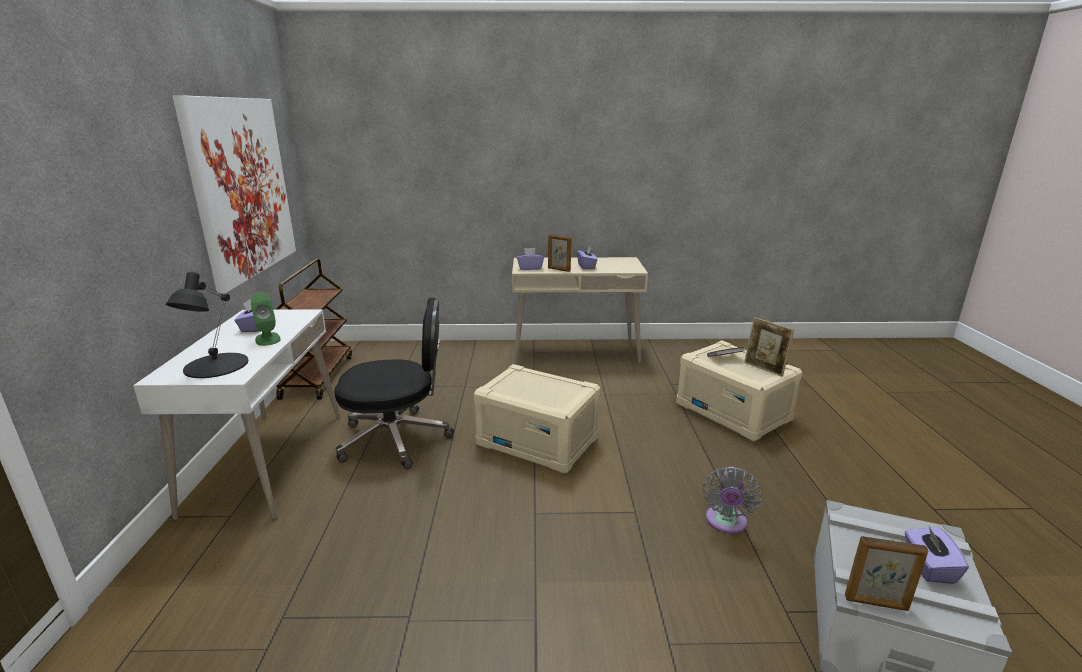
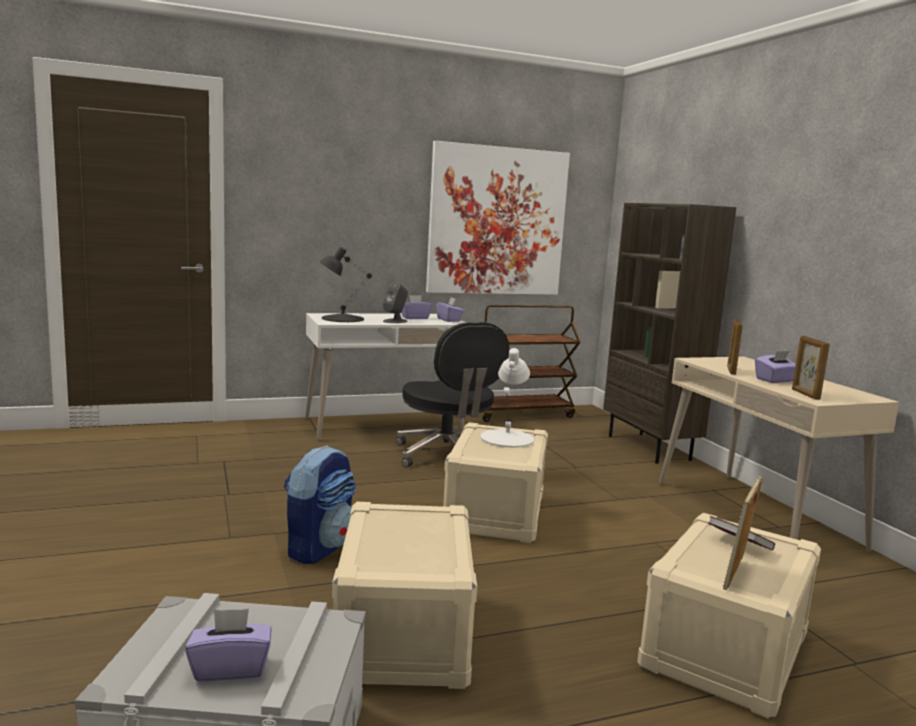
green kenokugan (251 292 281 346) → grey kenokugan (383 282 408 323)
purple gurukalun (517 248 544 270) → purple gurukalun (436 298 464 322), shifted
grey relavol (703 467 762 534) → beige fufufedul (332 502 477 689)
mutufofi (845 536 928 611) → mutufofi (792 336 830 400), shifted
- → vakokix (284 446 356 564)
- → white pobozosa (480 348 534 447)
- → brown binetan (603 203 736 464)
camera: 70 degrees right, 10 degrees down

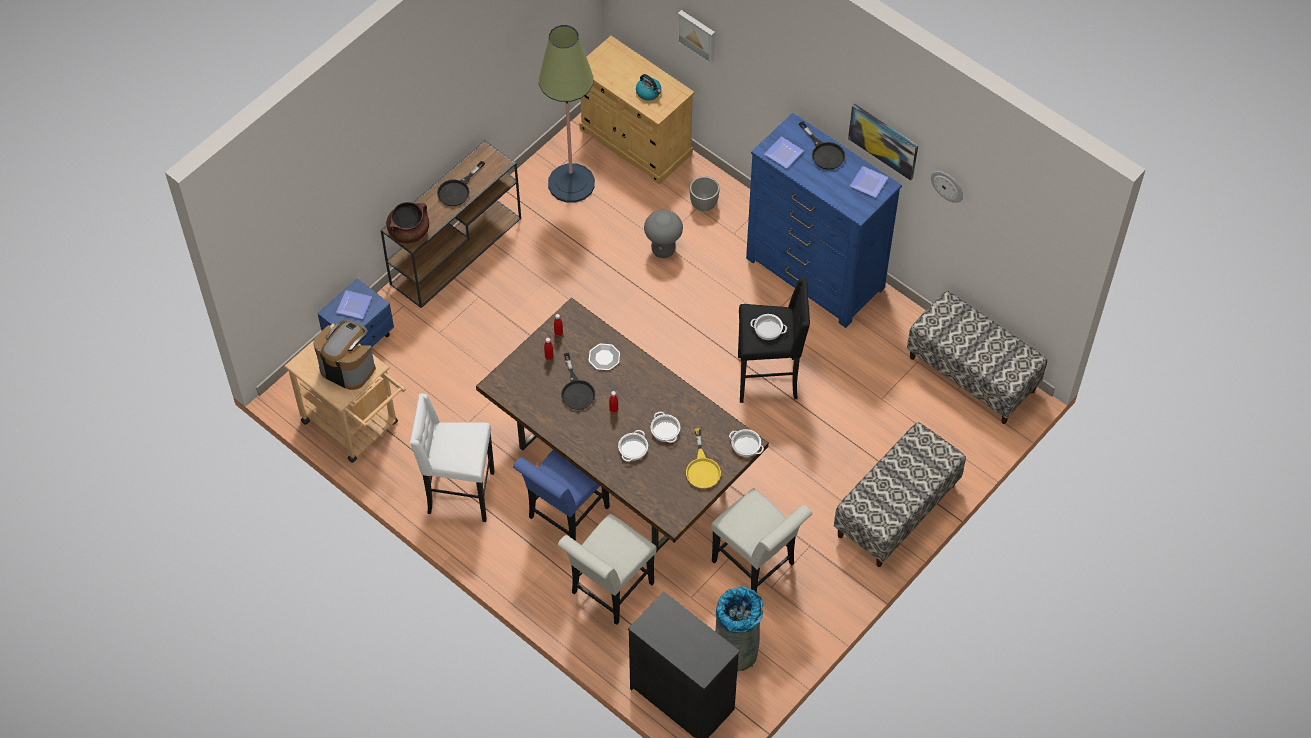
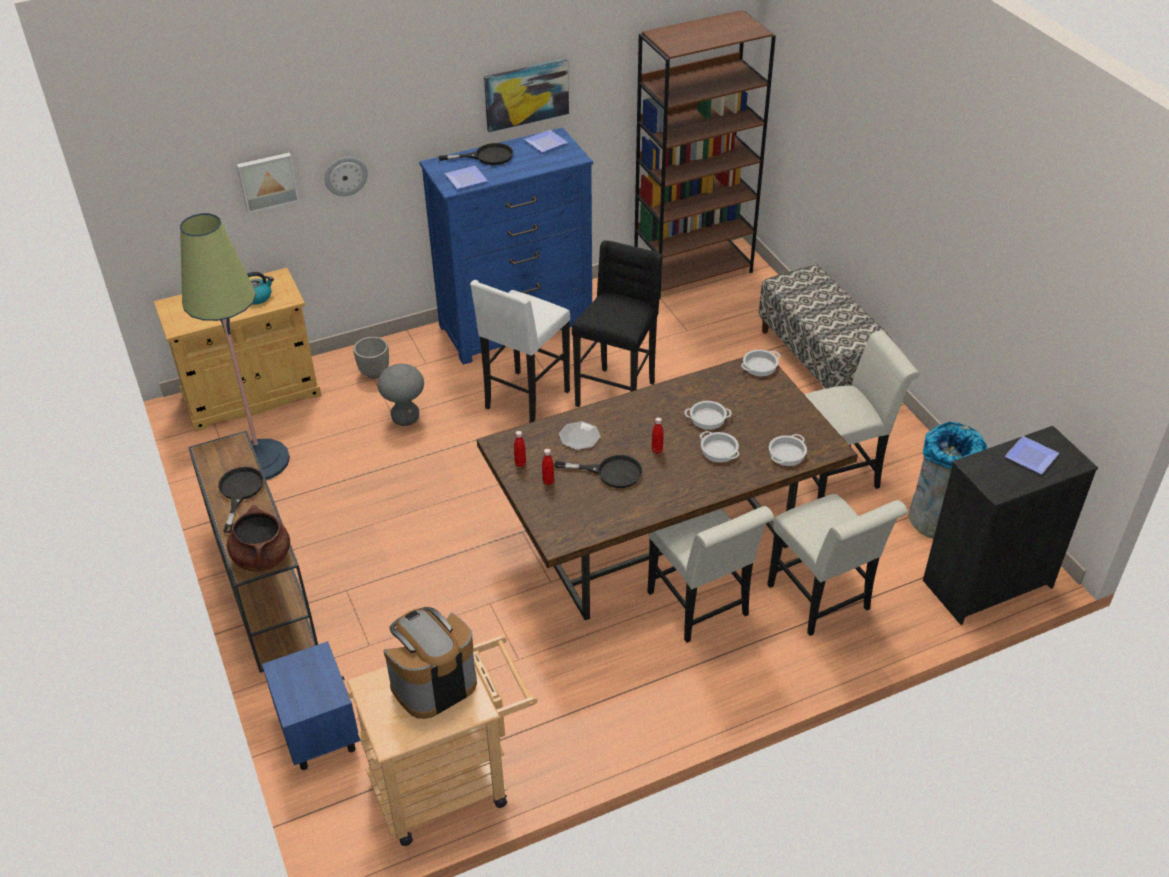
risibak (336 290 372 319) → risibak (1005 436 1060 474), shifted
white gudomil (410 393 495 522) → white gudomil (470 280 570 423), shifted
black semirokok (437 161 485 206) → black semirokok (218 467 264 533), 150 degrees counterclockwise
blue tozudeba (513 450 610 541) → white tozudeba (647 506 774 643)
yellow semirokok (686 428 721 489) → -
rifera (751 314 787 340) → rifera (769 434 807 466), shifted
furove (907 291 1047 424) → brown binetan (634 10 776 299)
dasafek (931 171 963 203) → dasafek (325 157 368 196), shifted
camera: 65 degrees left, 15 degrees down

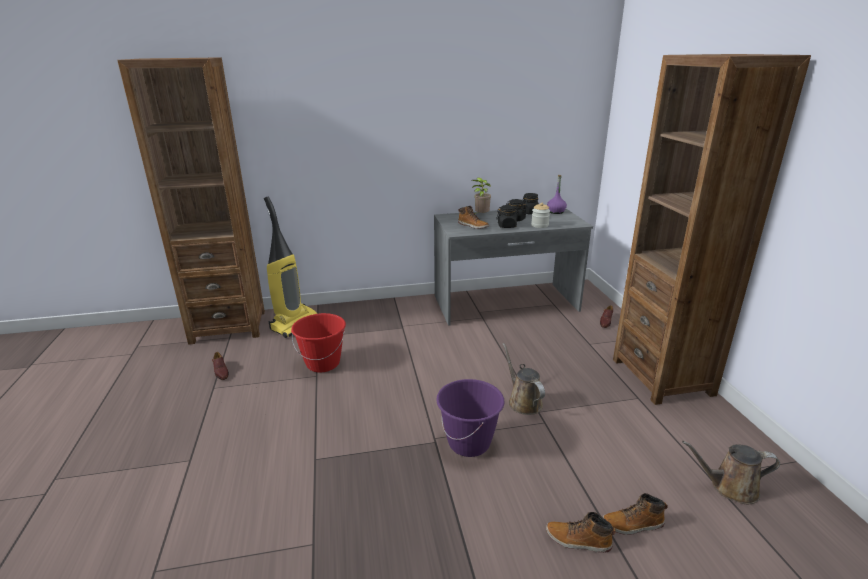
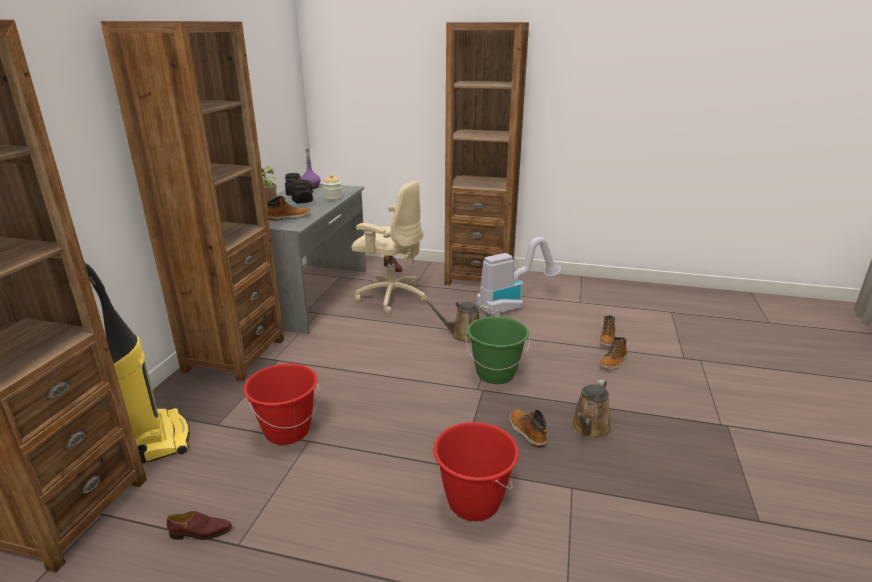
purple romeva (436 379 505 457) → green romeva (466 316 530 384)
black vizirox (496 205 519 228) → -
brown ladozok (682 441 780 504) → brown ladozok (571 379 612 439), shifted
- → brown binetan (101 21 284 382)
- → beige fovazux (352 180 427 314)
- → red romeva (434 422 519 521)
- → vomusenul (477 237 561 316)
- → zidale (510 409 547 448)
camera: 65 degrees left, 0 degrees up

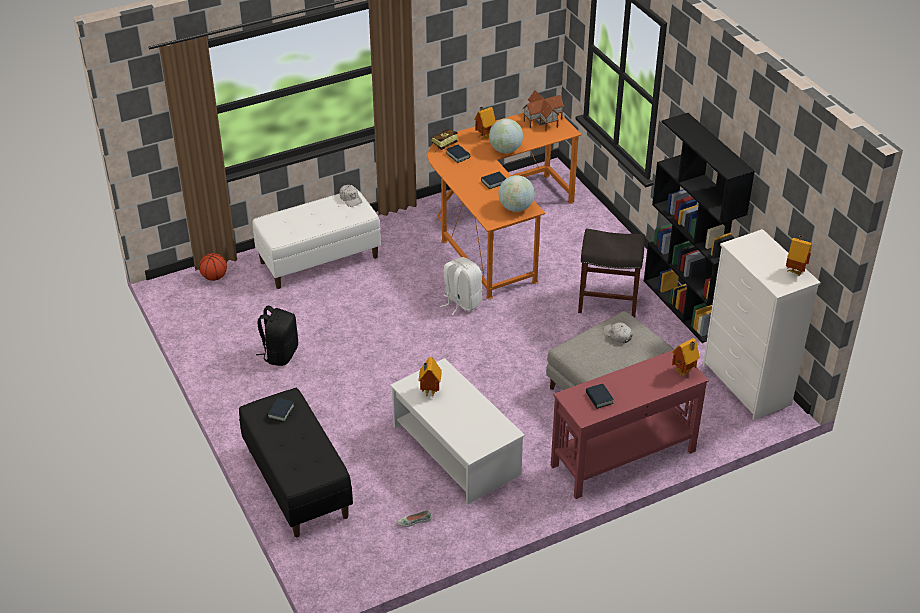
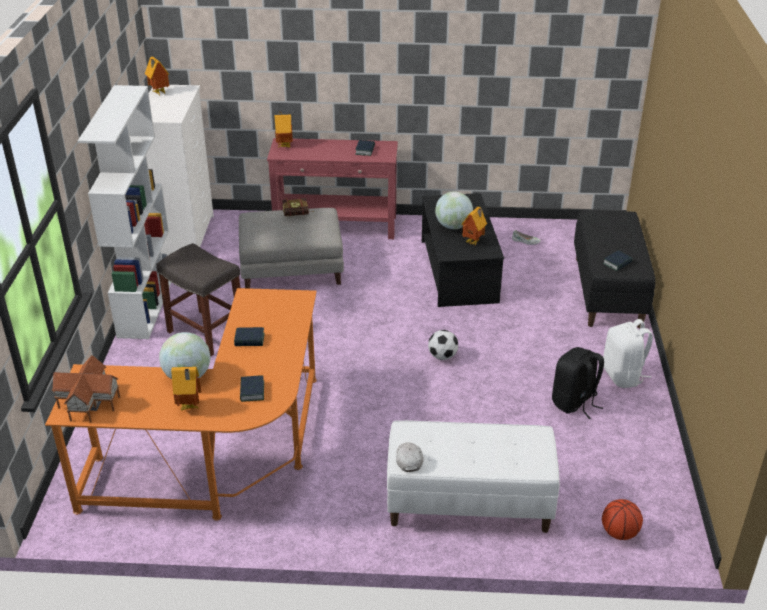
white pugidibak (390 358 525 504) → black pugidibak (422 193 504 307)
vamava (431 129 458 153) → vamava (282 197 314 216), shifted
white vakokix (440 257 482 315) → white vakokix (603 319 653 388), shifted
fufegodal (498 175 535 212) → fufegodal (435 191 473 229), shifted
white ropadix (603 322 632 343) → -
black binetan (644 113 755 343) → white binetan (78 85 171 339)
- → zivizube (428 330 458 360)
camera: 150 degrees left, 5 degrees down

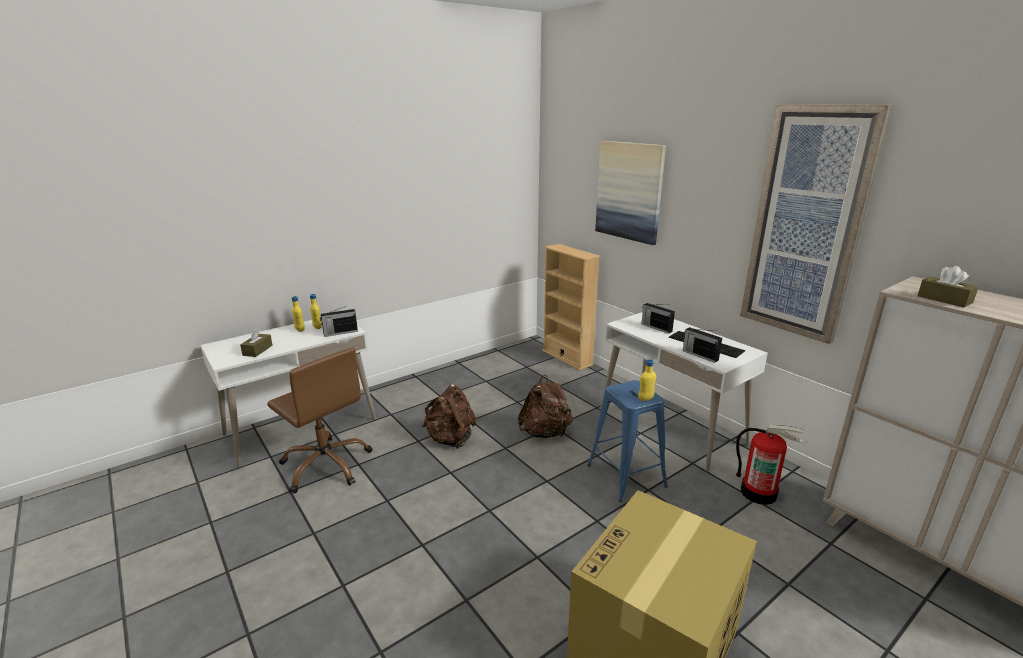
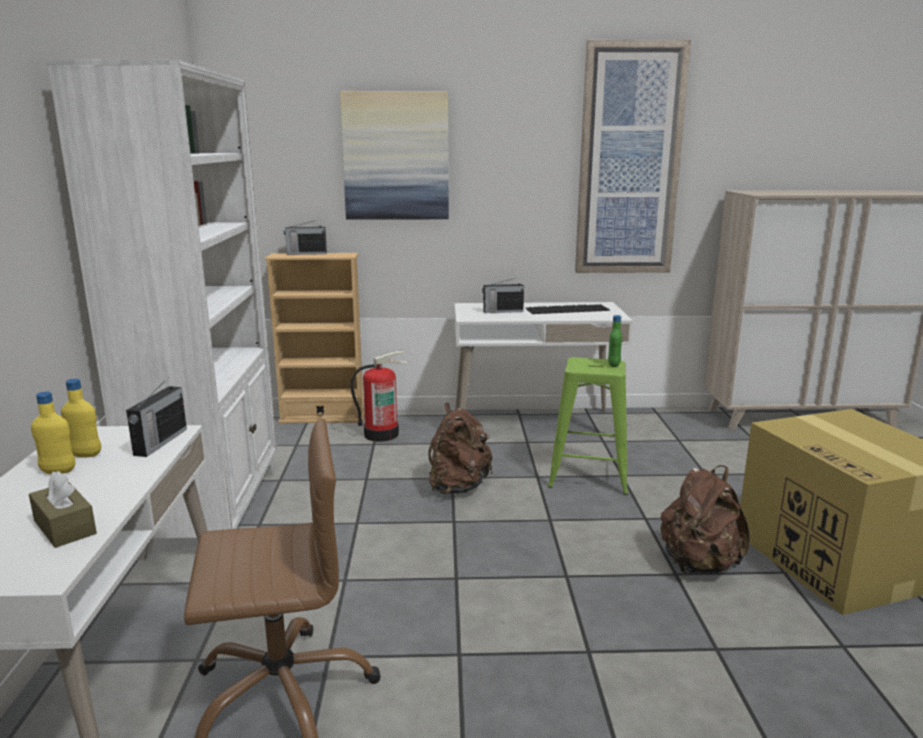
brown vakokix (422 384 477 449) → brown vakokix (660 465 750 575), shifted
blue gudomil (587 380 668 502) → green gudomil (548 357 628 495)
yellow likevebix (638 360 656 401) → green likevebix (608 315 622 367)
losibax (683 327 722 363) → losibax (284 220 327 255), shifted
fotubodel (736 425 806 505) → fotubodel (350 351 409 442), shifted
brown gurukalun (918 266 979 307) → -
- → white binetan (46 59 277 560)
camera: 55 degrees left, 5 degrees down

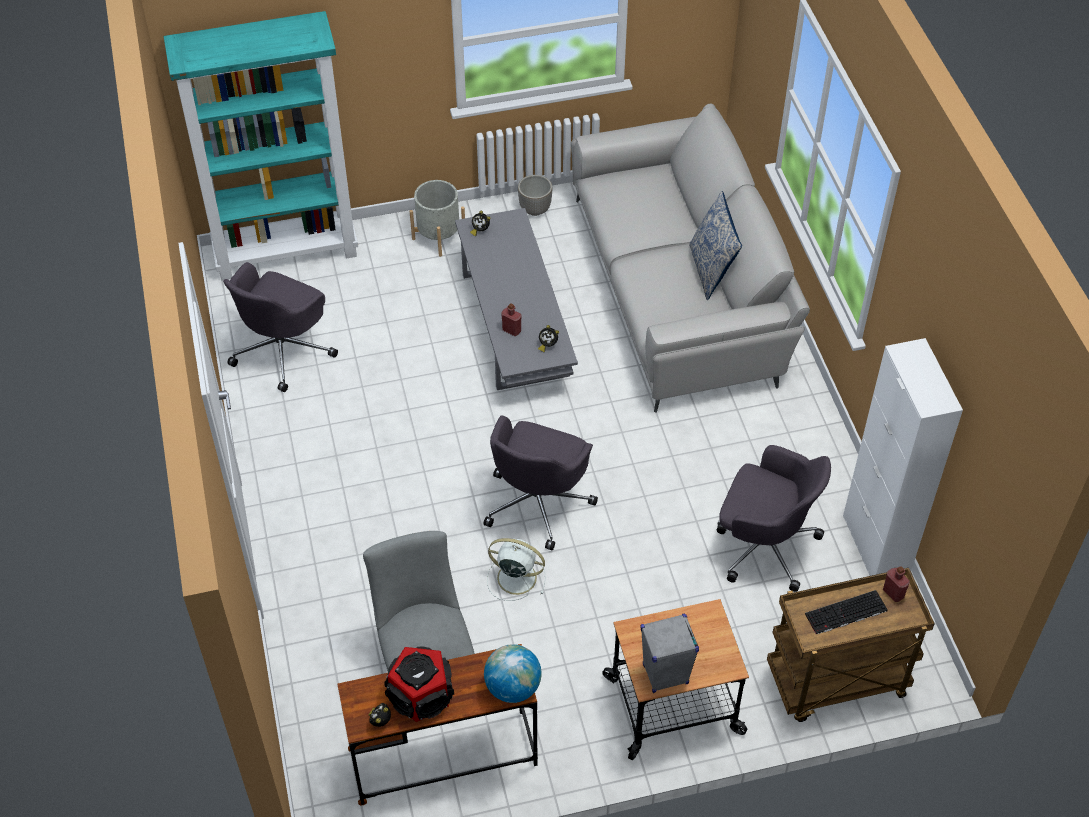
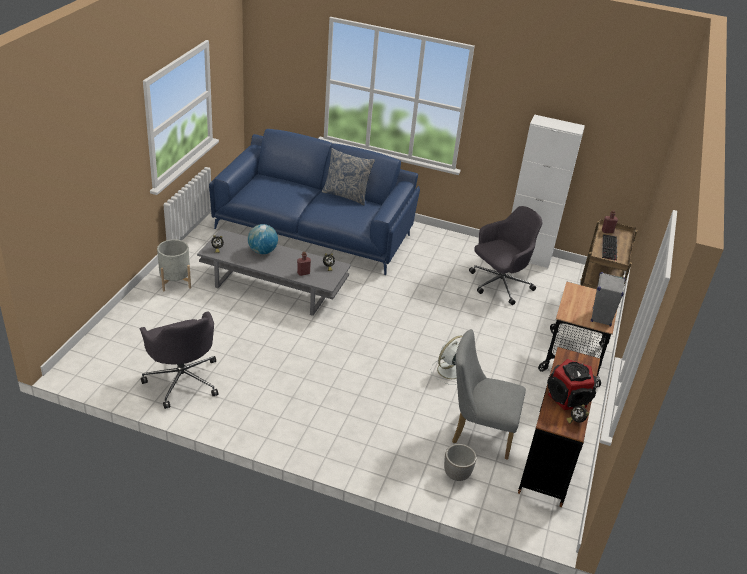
turquoise binetan (164 11 358 280) → -
grey fovazux (484 415 598 550) → -
fufegodal (484 644 542 703) → fufegodal (248 224 278 254), shifted
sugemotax (518 175 553 216) → sugemotax (444 444 477 481), shifted
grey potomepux (571 104 810 413) → blue potomepux (209 129 420 275)
camera: 60 degrees left, 15 degrees down

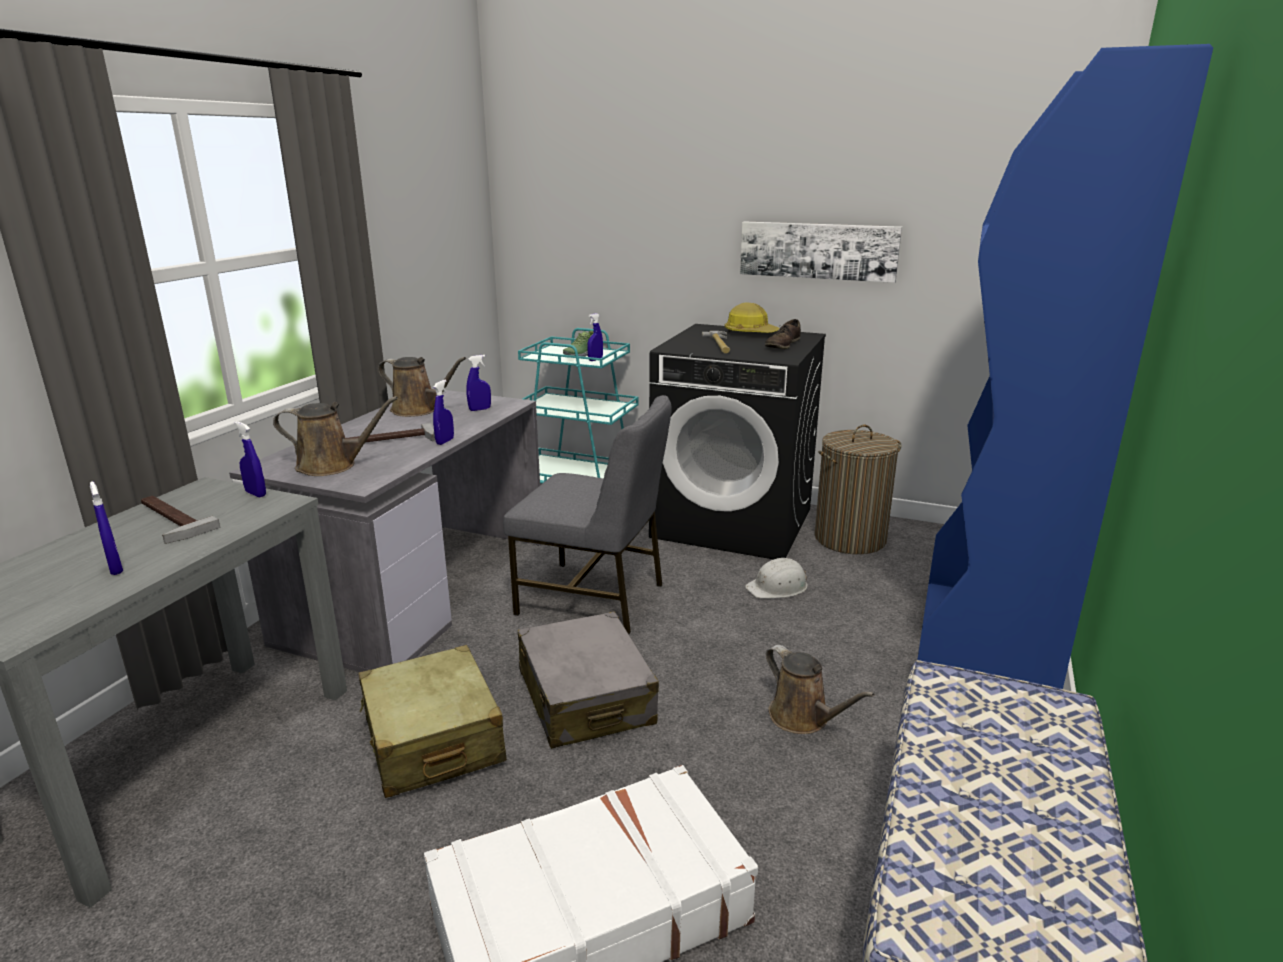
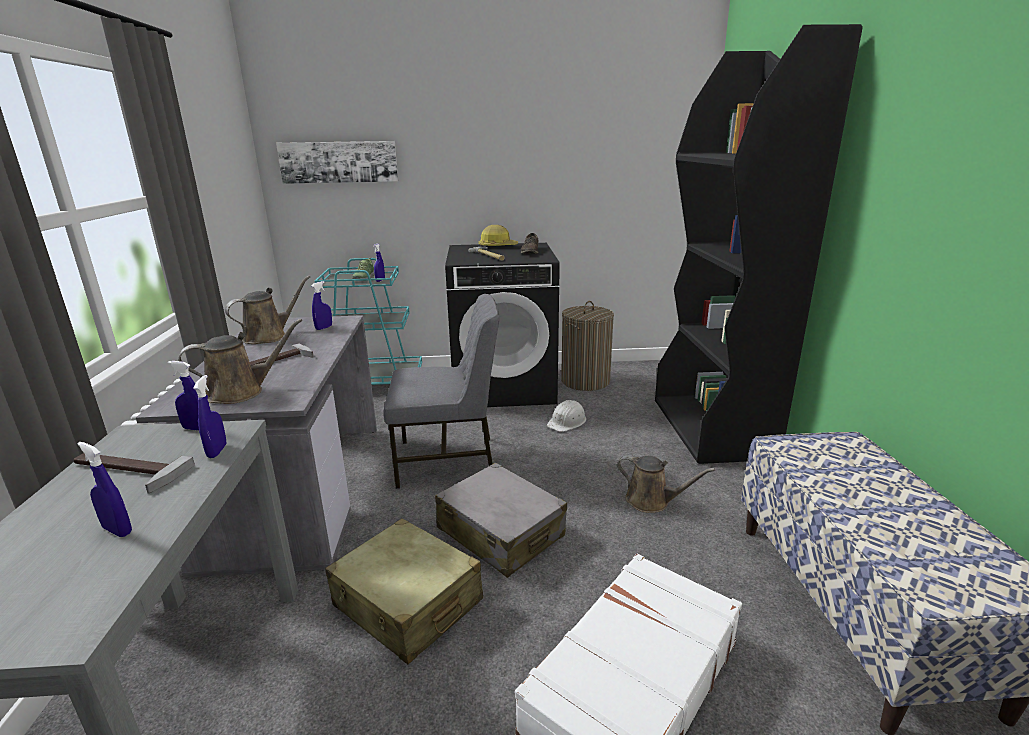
brown ladozok (378 357 466 417) → brown ladozok (225 276 310 344), 45 degrees counterclockwise
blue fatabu (433 380 454 445) → blue fatabu (193 375 227 458), shifted
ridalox (740 221 902 283) → ridalox (276 141 398 184), shifted
blue binetan (918 44 1213 689) → black binetan (655 24 863 464)
camera: 25 degrees left, 0 degrees up

